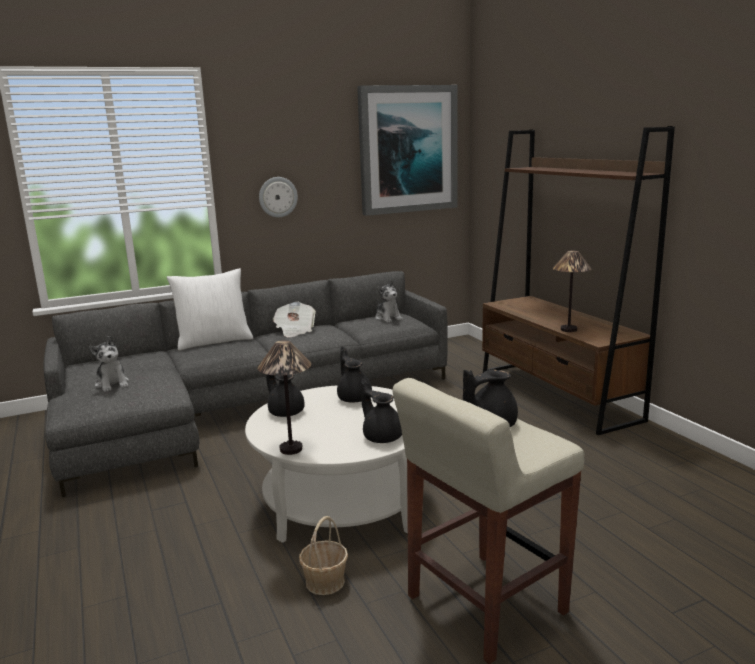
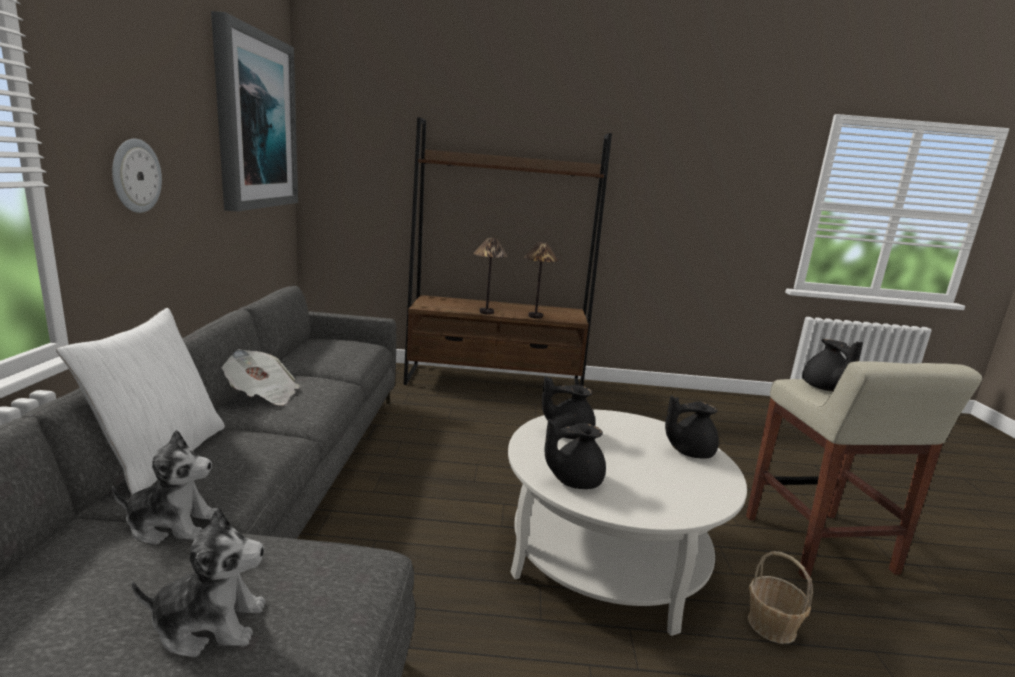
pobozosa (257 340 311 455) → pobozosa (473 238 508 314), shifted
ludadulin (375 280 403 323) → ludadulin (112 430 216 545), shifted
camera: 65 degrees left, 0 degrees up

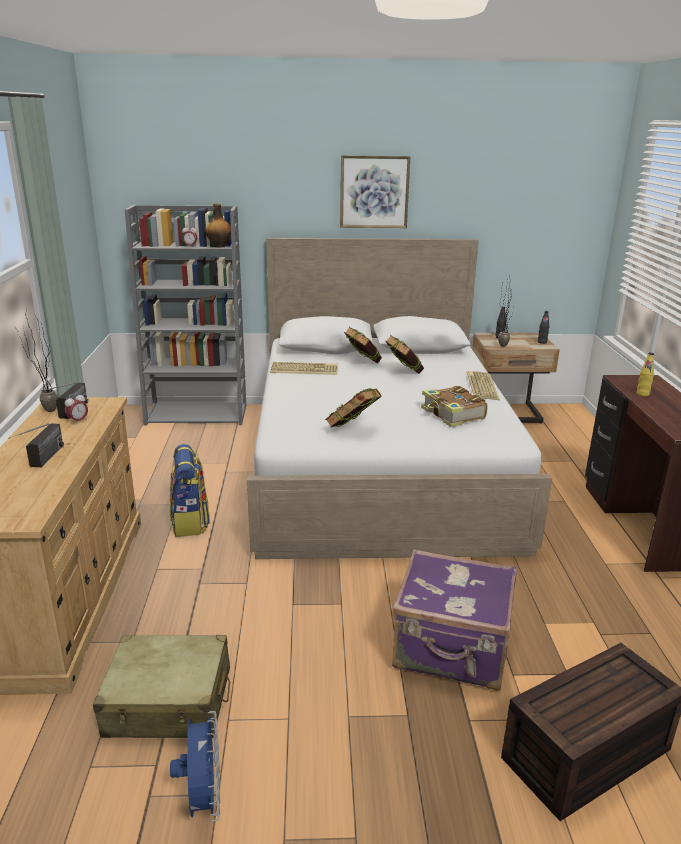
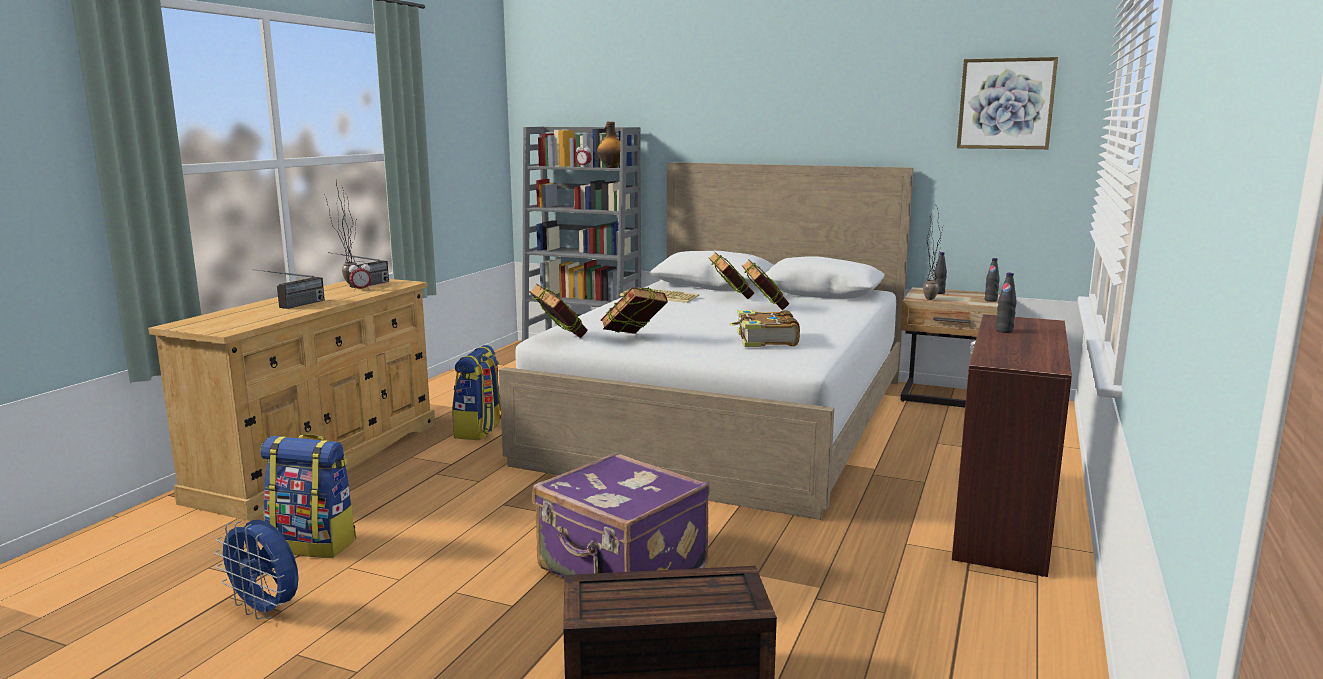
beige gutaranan (93 635 230 738) → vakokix (261 434 356 558)
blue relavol (170 711 220 822) → blue relavol (215 520 298 619), 105 degrees clockwise
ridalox (340 155 410 228) → ridalox (957 57 1058 149), shifted
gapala (467 371 500 400) → -
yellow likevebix (636 352 654 396) → black likevebix (996 273 1017 333)
- → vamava (529 283 588 338)
camera: 25 degrees right, 10 degrees down

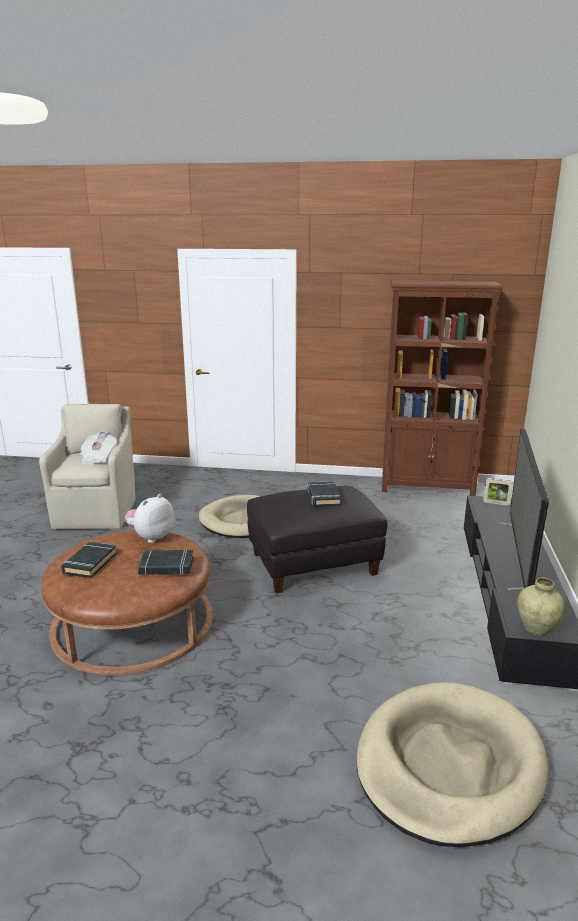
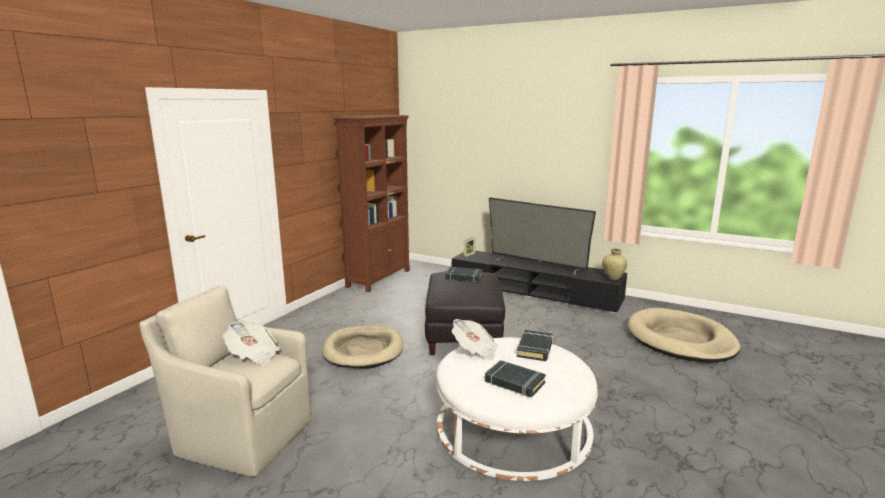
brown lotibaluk (41 530 213 675) → white lotibaluk (436 337 598 481)
ludadulin (125 494 174 543) → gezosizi (452 319 498 360)
camera: 70 degrees left, 5 degrees down

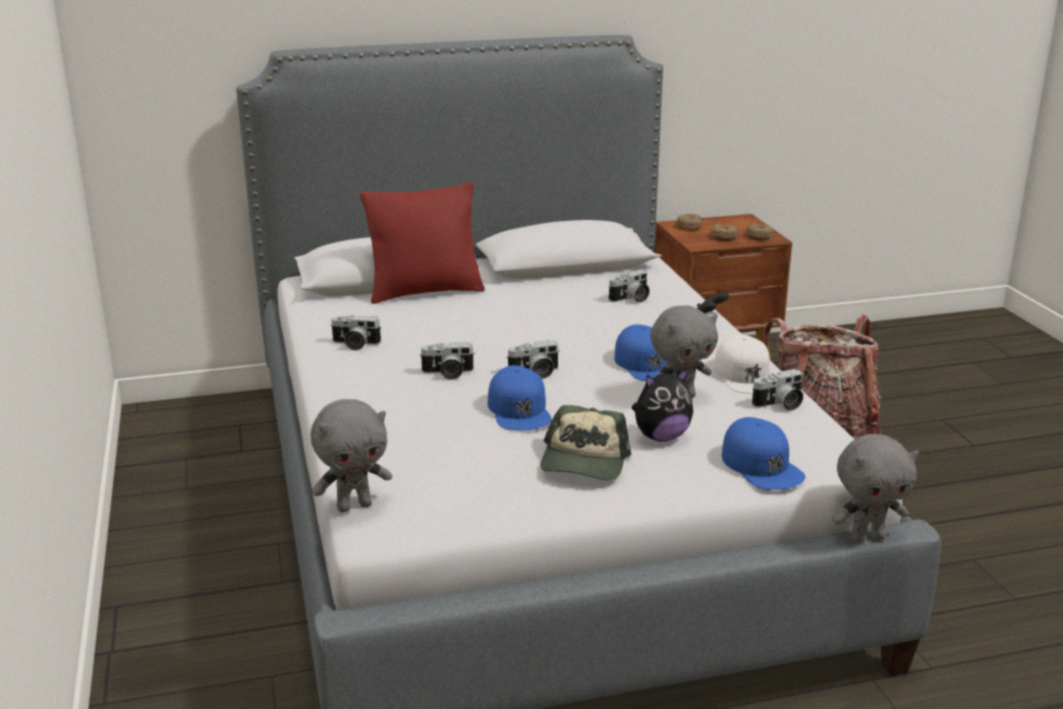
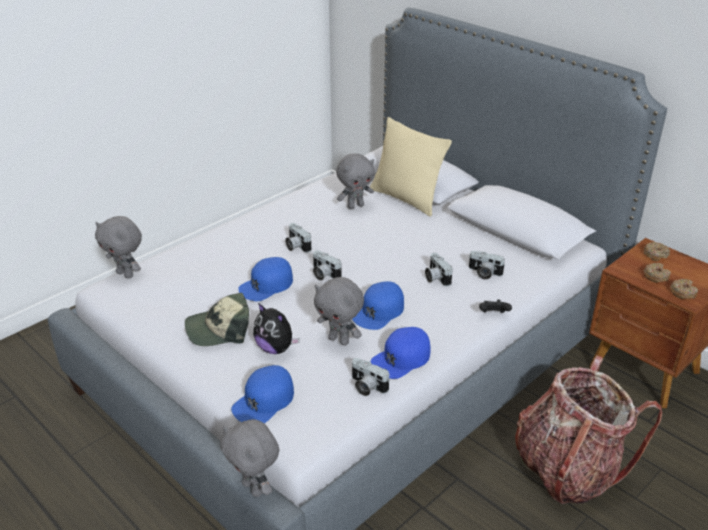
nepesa (330 315 382 351) → nepesa (425 253 453 286), shifted
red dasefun (360 182 485 304) → beige dasefun (370 117 452 217)
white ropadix (714 334 770 394) → blue ropadix (371 327 430 379)
- → grey ludadulin (336 154 375 209)
camera: 60 degrees right, 10 degrees up

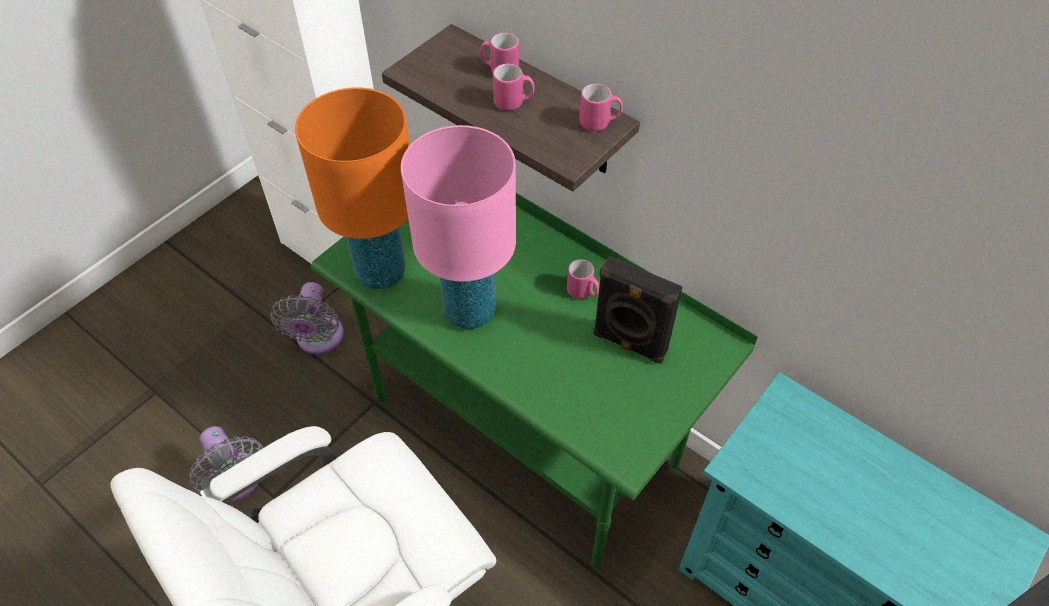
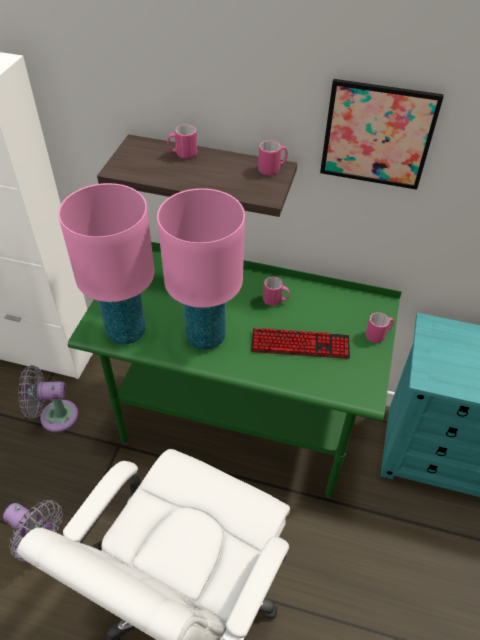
grey relavol (270 282 344 354) → grey relavol (18 365 79 432), 105 degrees clockwise
orange pobozosa (295 87 410 289) → pink pobozosa (58 183 154 345)
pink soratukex (493 64 534 111) → pink soratukex (365 312 394 343), shifted
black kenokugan (593 256 683 364) → -
- → gapala (251 328 350 359)
- → ridalox (320 79 444 190)
camera: 25 degrees left, 5 degrees down

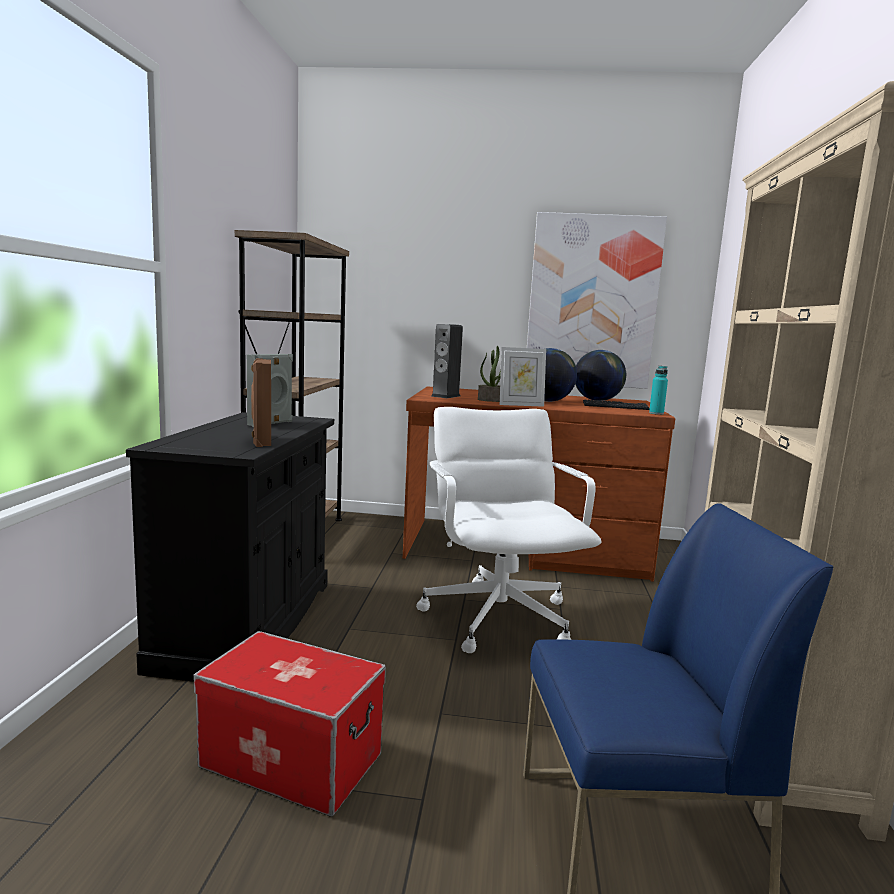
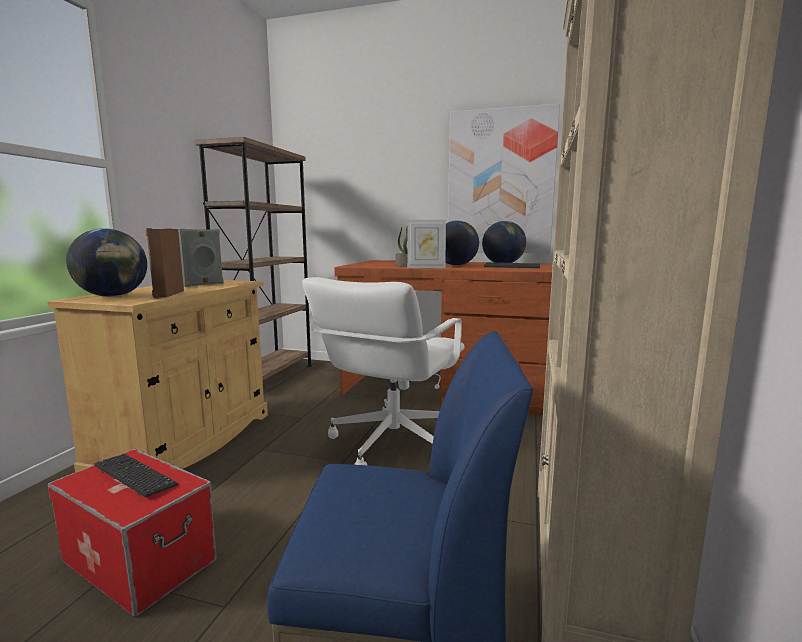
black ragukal (126 412 334 682) → beige ragukal (47 280 268 472)
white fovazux (416 407 602 653) → white fovazux (302 277 465 465), 150 degrees counterclockwise
kenokugan (431 324 463 398) → -
turquoise likevebix (649 366 668 415) → -
- → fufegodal (66 228 147 297)
- → gapala (94 454 178 497)
camera: 10 degrees right, 0 degrees up

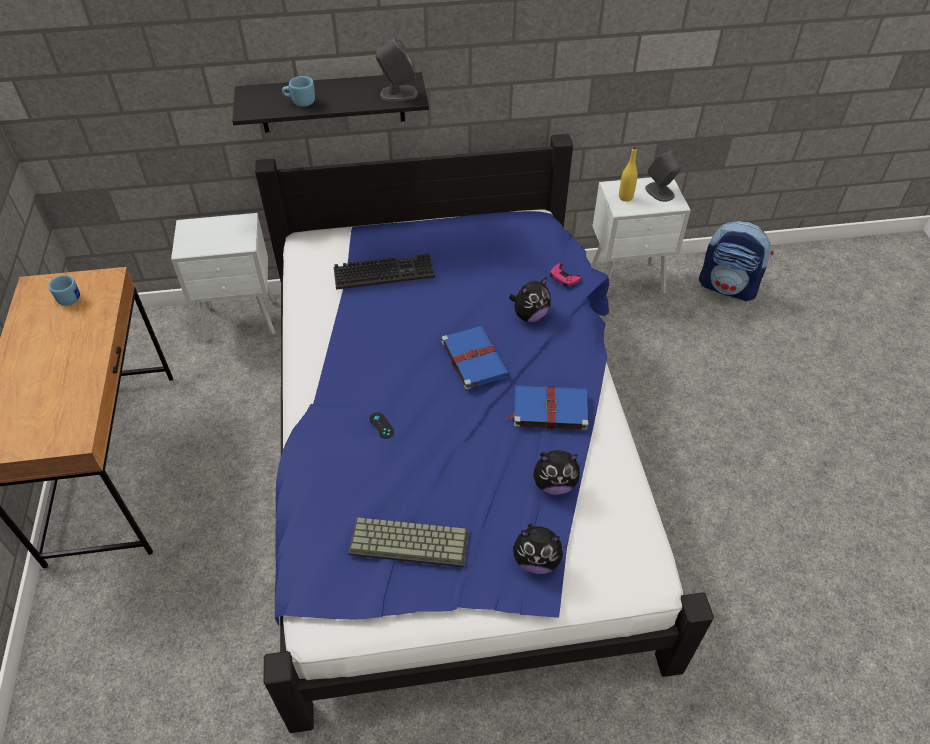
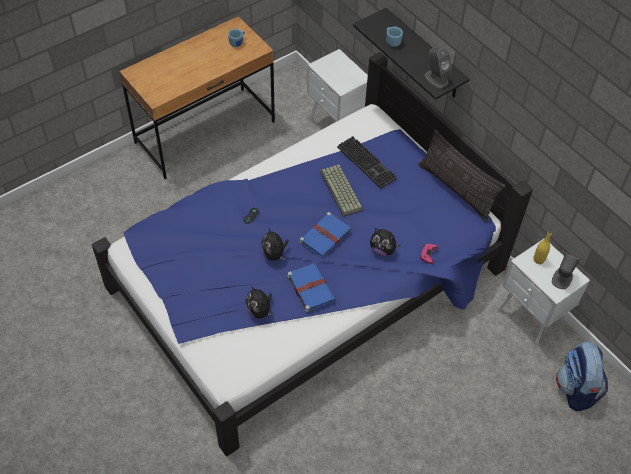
gapala (348 518 469 567) → gapala (320 165 364 217), shifted
ludadulin (513 524 568 574) → ludadulin (261 228 289 261), shifted
- → dasefun (418 129 506 222)
camera: 60 degrees right, 5 degrees up

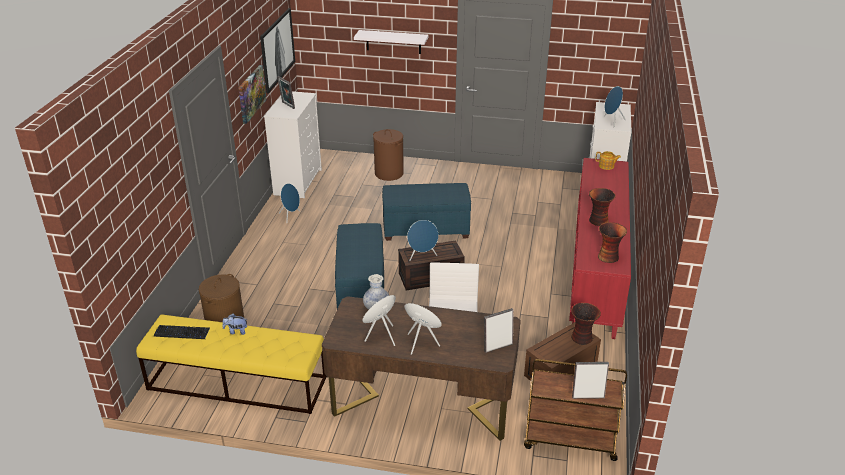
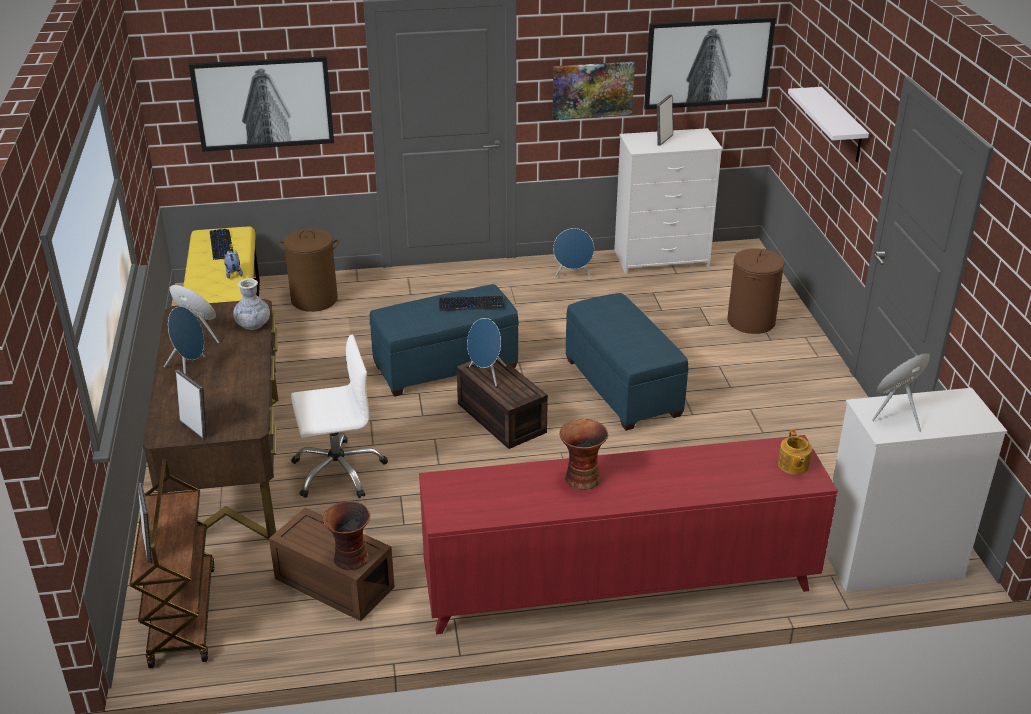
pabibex (598 222 627 263) → -
- → ridalox (189 56 334 152)
- → gapala (439 296 504 311)
camera: 70 degrees right, 0 degrees up

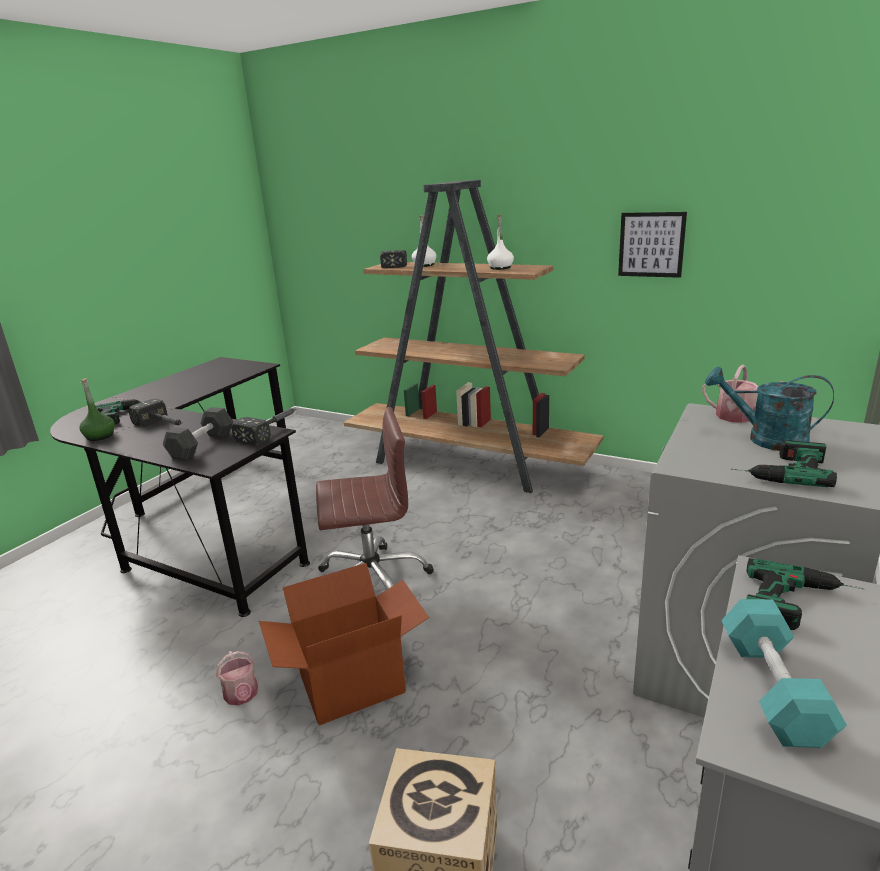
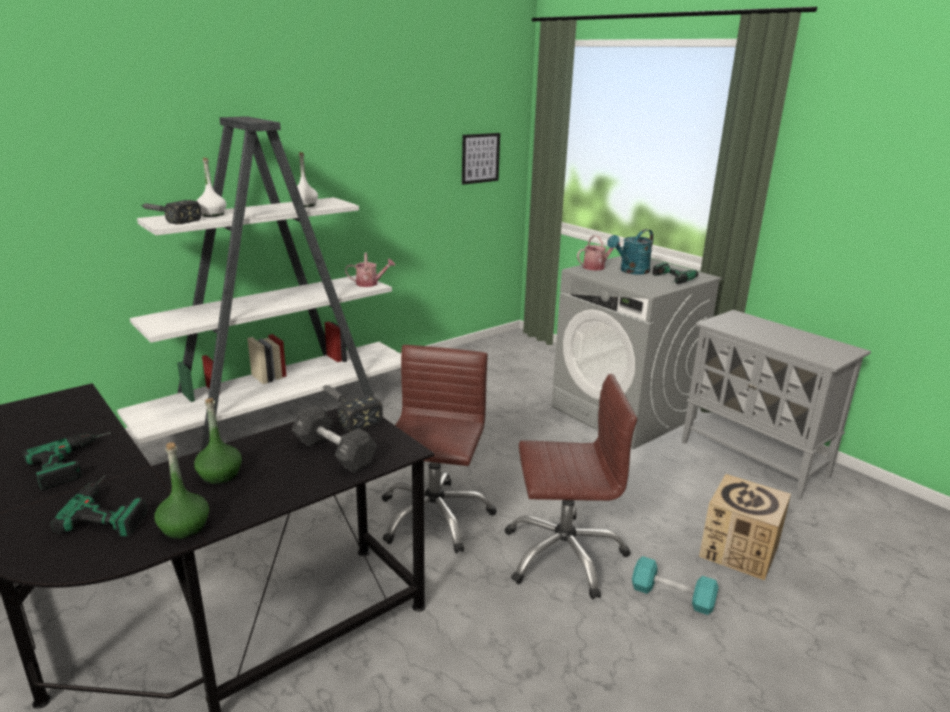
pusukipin (128 399 183 426) → green likevebix (194 398 242 484)
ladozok (216 651 258 705) → ladozok (345 253 396 287), shifted
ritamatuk (259 563 429 725) → brown fovazux (504 374 637 599)
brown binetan (344 180 604 493) → white binetan (117 116 401 450)
ridalox (618 212 687 278) → ridalox (462 133 500 185), shifted
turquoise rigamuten (722 599 847 748) → turquoise rigamuten (632 556 718 615), shifted
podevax (746 558 864 630) → podevax (23 432 111 490), shifted
camera: 70 degrees left, 0 degrees up

